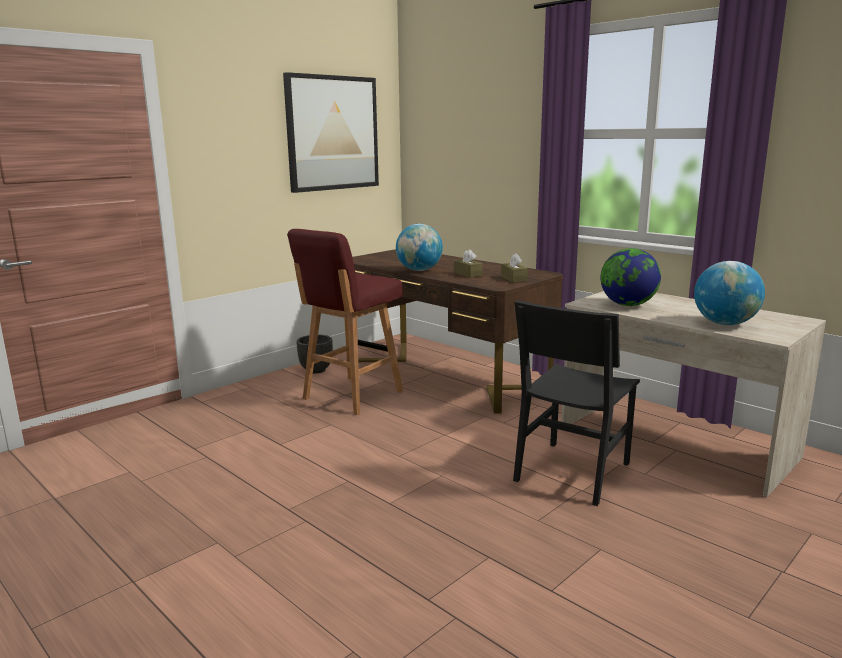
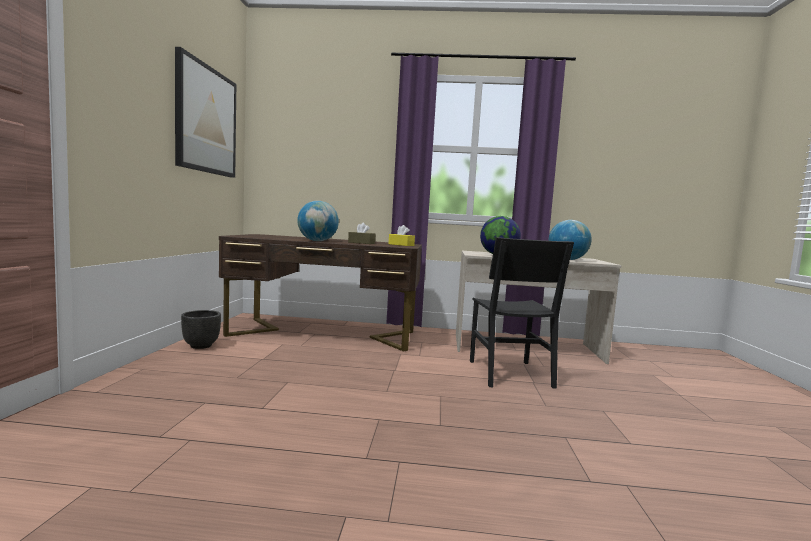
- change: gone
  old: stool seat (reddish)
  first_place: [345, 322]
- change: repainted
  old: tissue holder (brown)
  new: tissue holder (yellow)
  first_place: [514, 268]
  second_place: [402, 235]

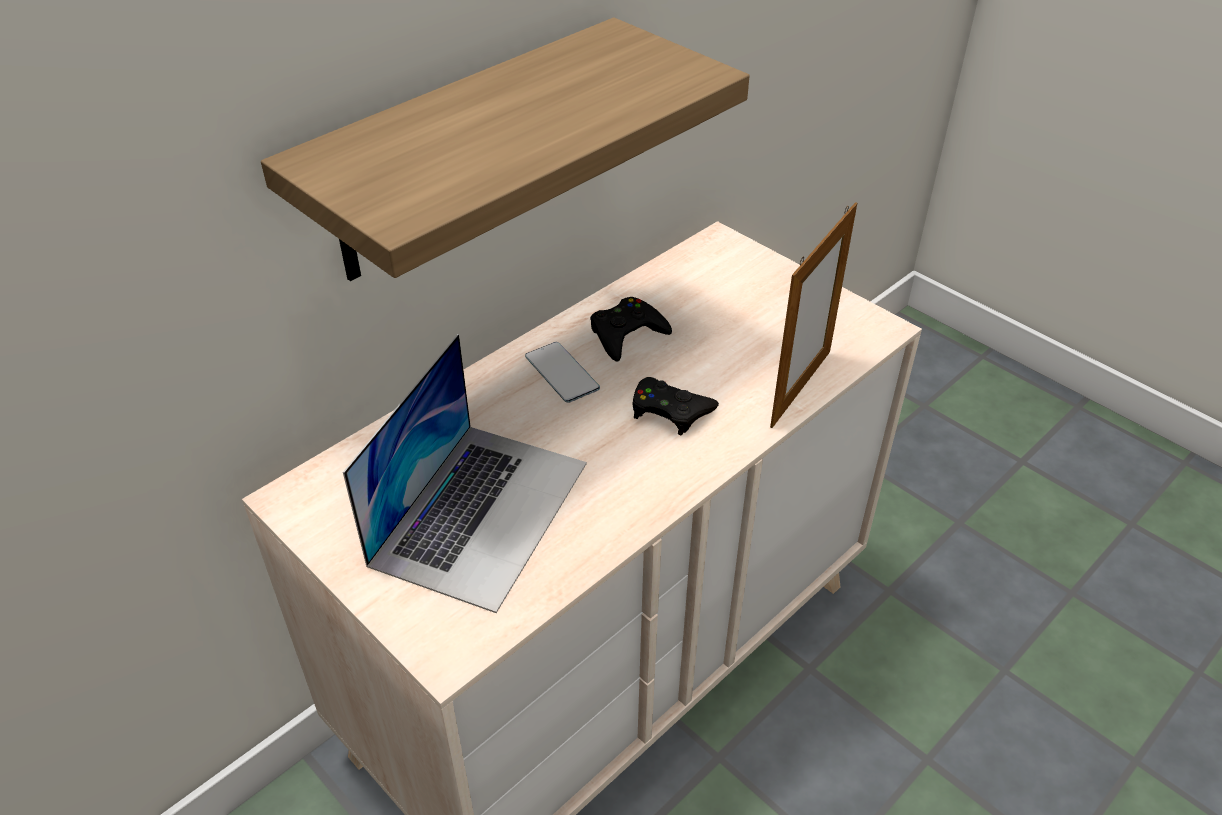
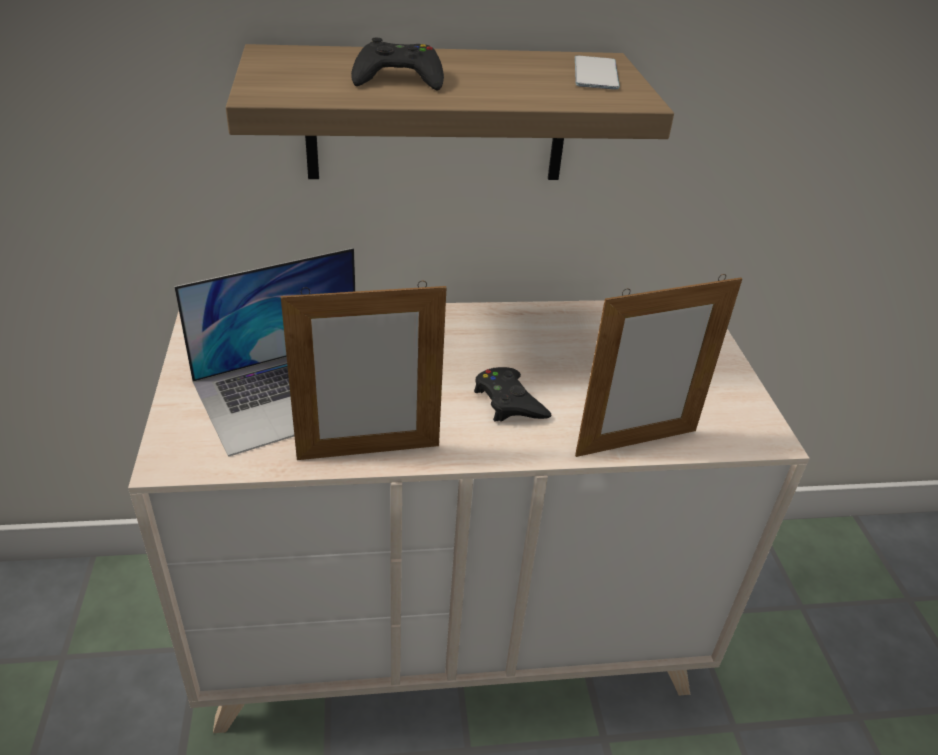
- change: new
  new: standing frame
  second_place: [364, 370]
- change: shifted
  old: telephone
  first_place: [562, 372]
  second_place: [597, 72]
- change: shifted
  old: gamepad (black-coloured)
  first_place: [631, 329]
  second_place: [397, 64]

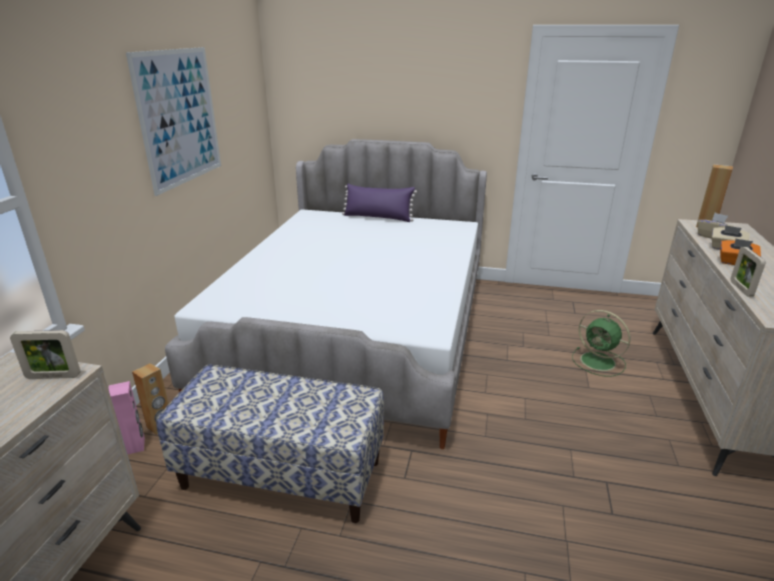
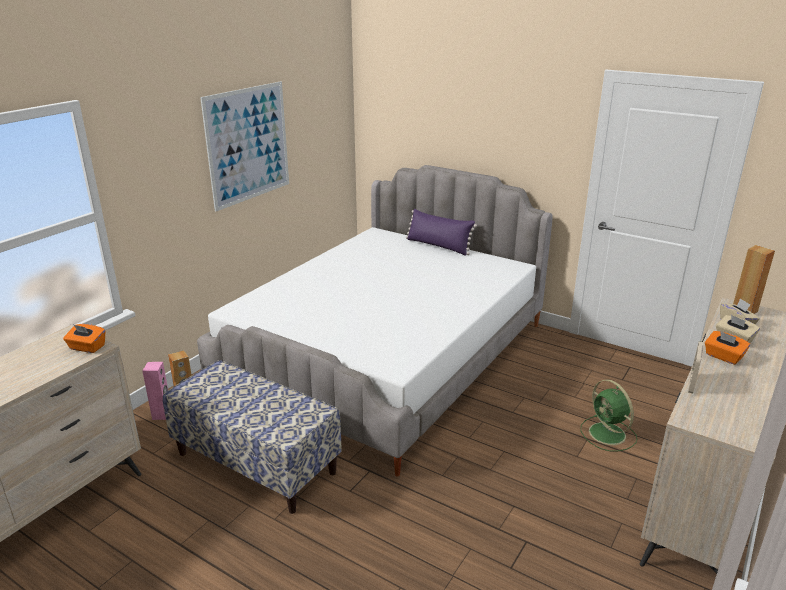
- change: swapped
  old: standing frame
  new: tissue holder (orangey)
  first_place: [45, 354]
  second_place: [84, 338]

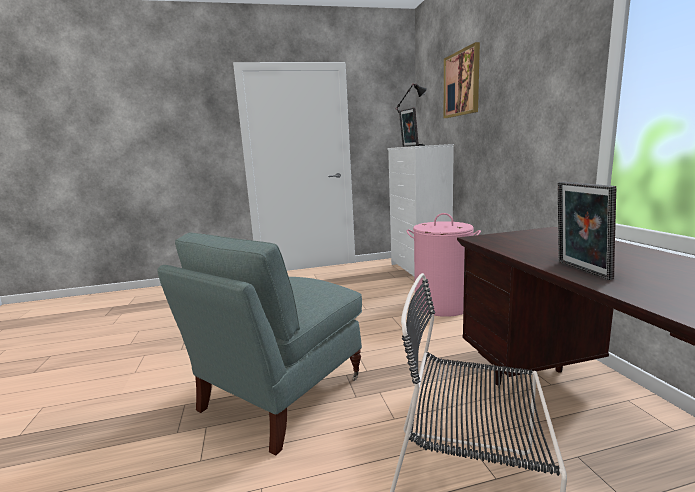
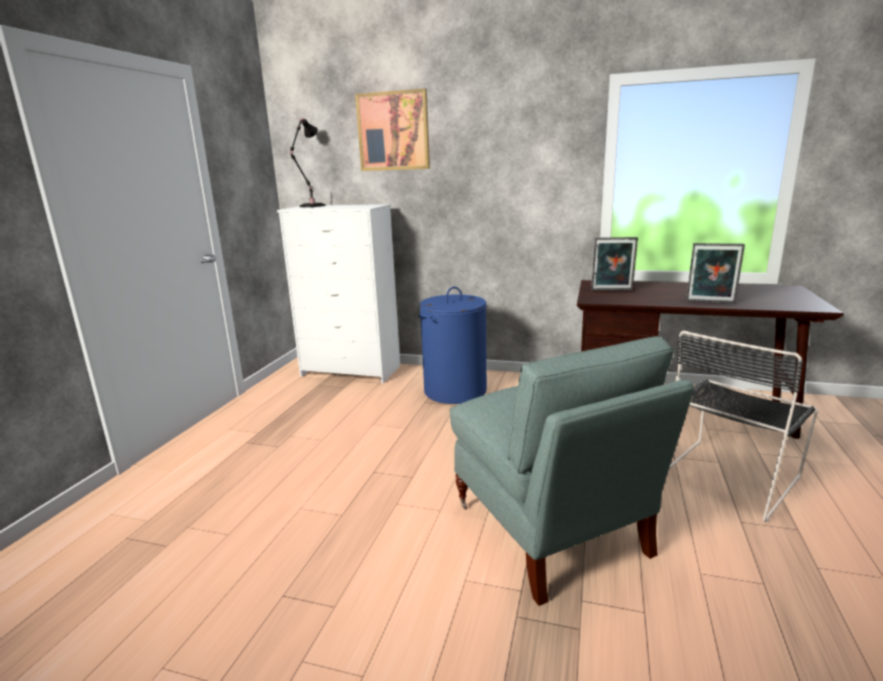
- change: shifted
  old: standing frame
  first_place: [409, 127]
  second_place: [614, 264]
- change: repainted
  old: laundry basket (pink-coloured)
  new: laundry basket (blue)
  first_place: [444, 265]
  second_place: [453, 345]

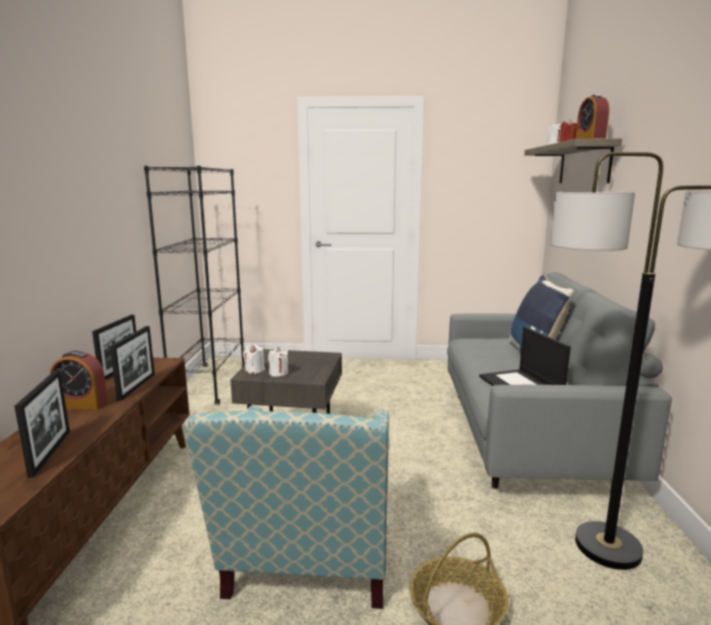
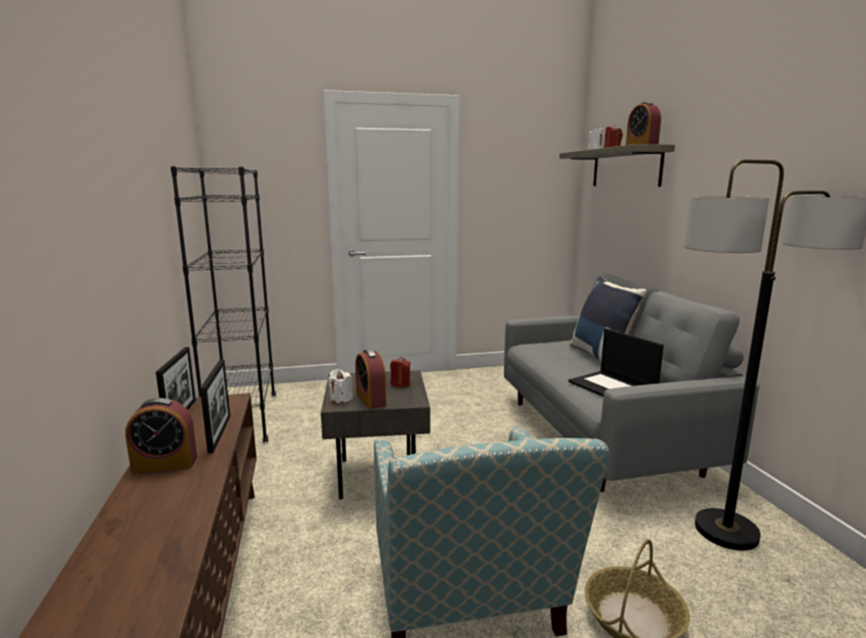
- change: gone
  old: standing frame
  first_place: [42, 424]
- change: new
  new: wax candle (reddish)
  second_place: [400, 372]
- change: swapped
  old: wax candle (whitish)
  new: table clock
  first_place: [278, 362]
  second_place: [370, 379]

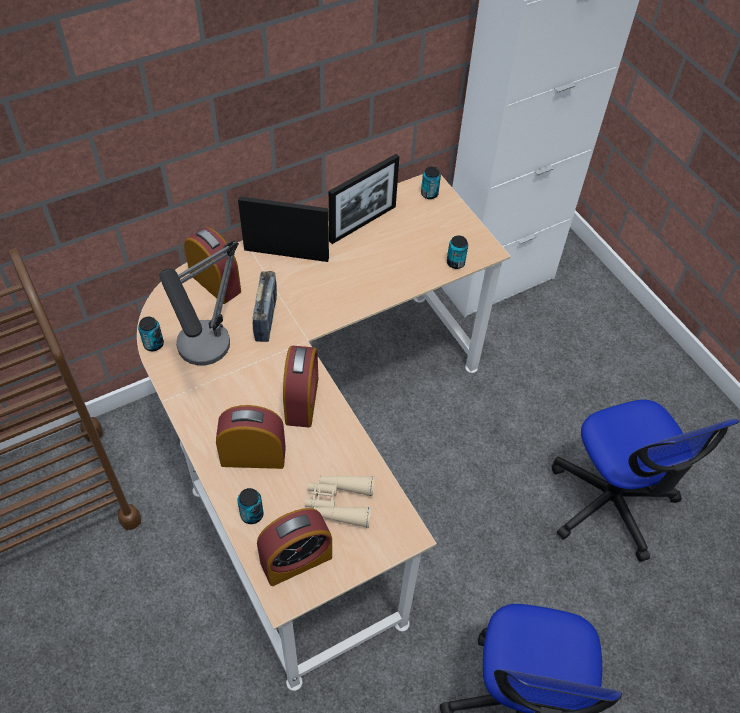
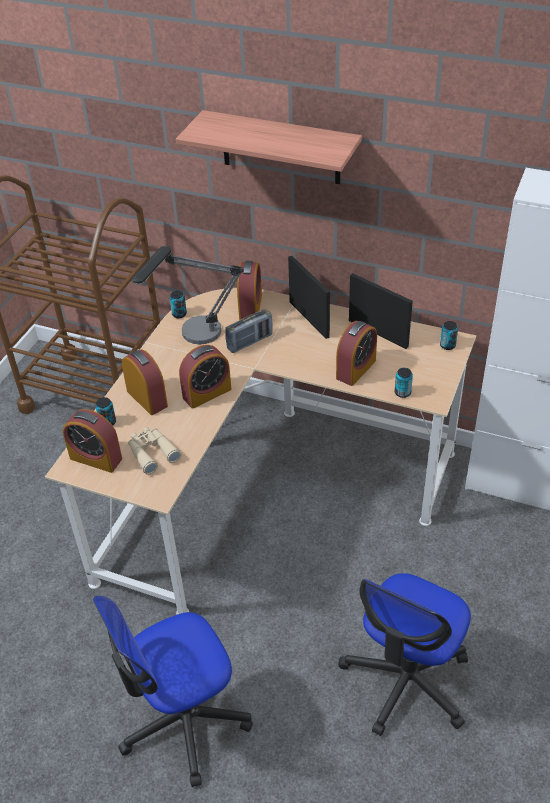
- change: new
  new: shelf
  second_place: [269, 147]
- change: new
  new: table clock
  second_place: [356, 353]
- change: rotated
  old: standing frame
  first_place: [364, 199]
  second_place: [381, 311]
  degrees: -150

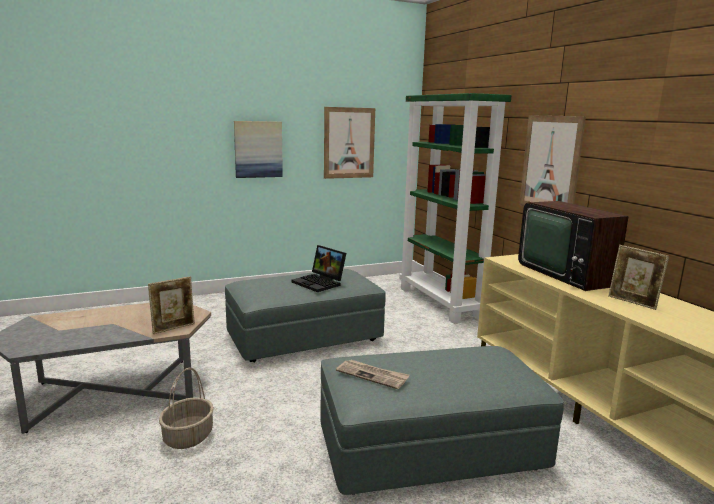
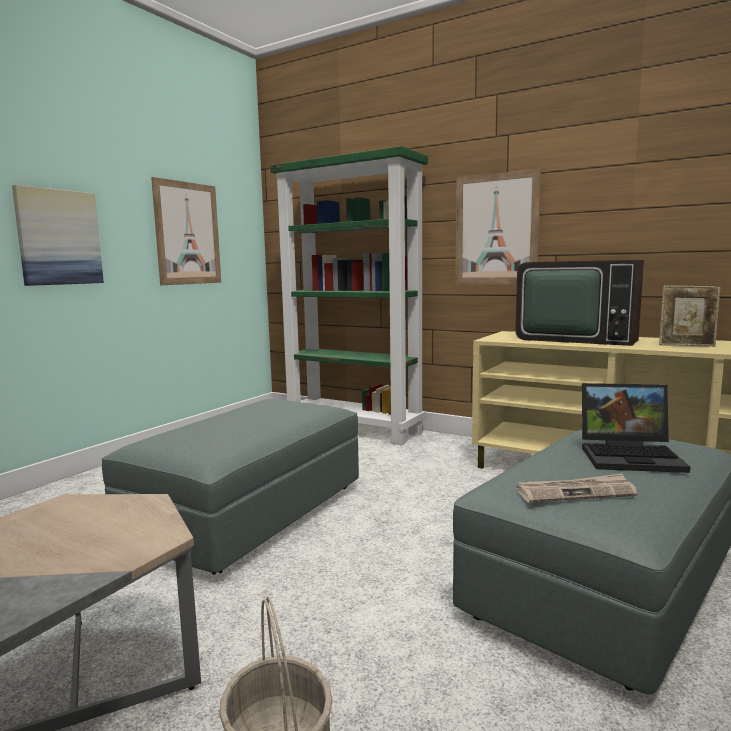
- change: gone
  old: standing frame
  first_place: [171, 305]
- change: shifted
  old: portable computer
  first_place: [318, 268]
  second_place: [636, 428]

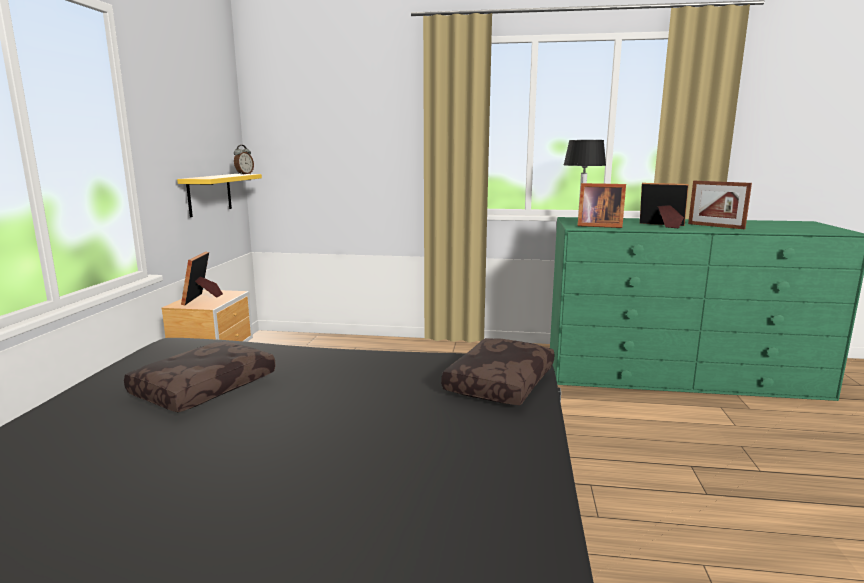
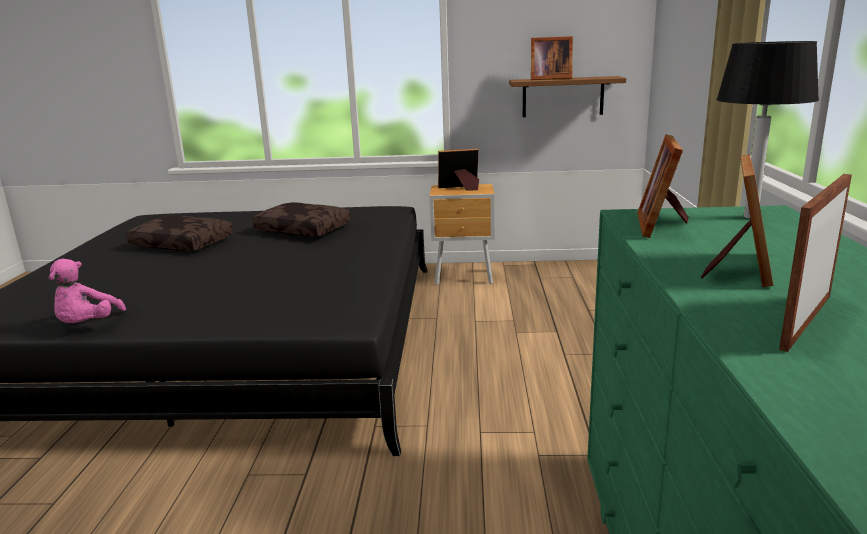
- change: gone
  old: table clock
  first_place: [244, 160]
- change: new
  new: plush toy (pink-coloured)
  second_place: [87, 291]
- change: new
  new: standing frame
  second_place: [552, 58]
- change: shifted
  old: cushion (brown)
  first_place: [497, 371]
  second_place: [179, 233]
- change: repainted
  old: shelf (yellow)
  new: shelf (brown)
  first_place: [219, 195]
  second_place: [567, 96]

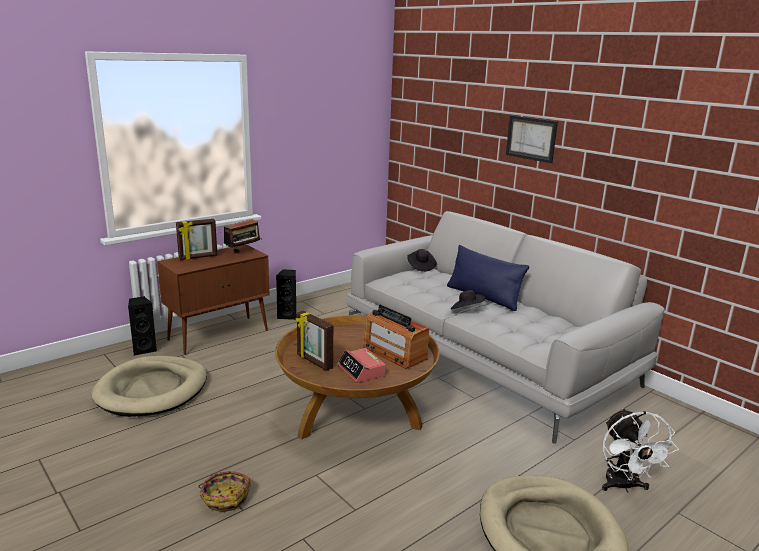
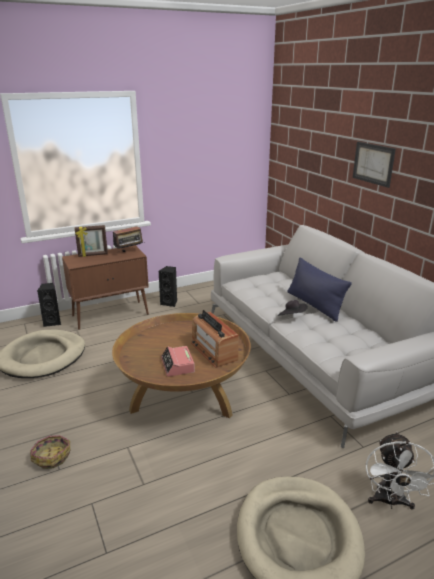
- change: gone
  old: standing frame
  first_place: [314, 340]
- change: gone
  old: wearable hat (black-coloured)
  first_place: [422, 260]

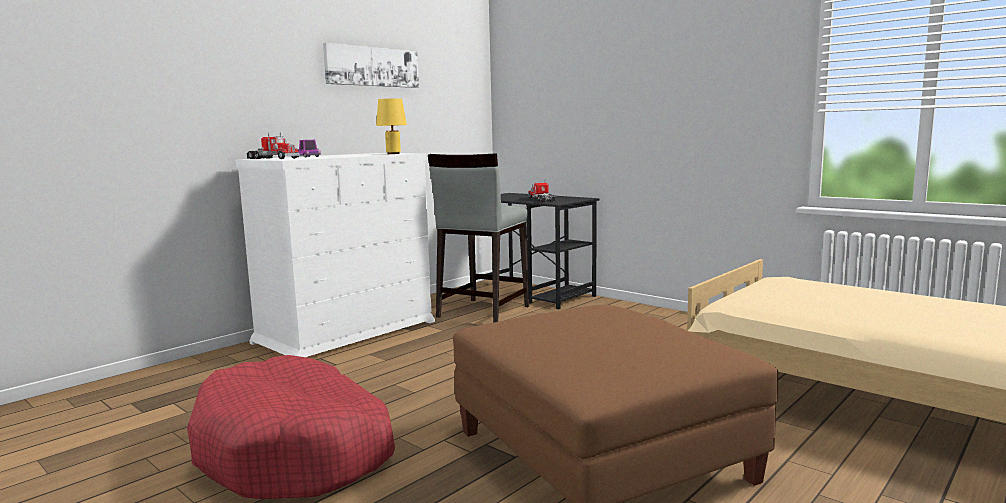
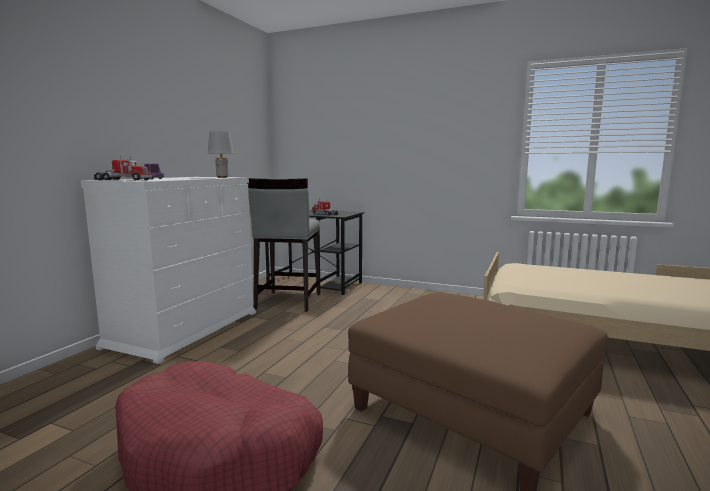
- change: gone
  old: wall picture
  first_place: [371, 65]
- change: repainted
  old: lamp for a table (yellow)
  new: lamp for a table (gray)
  first_place: [391, 126]
  second_place: [221, 154]

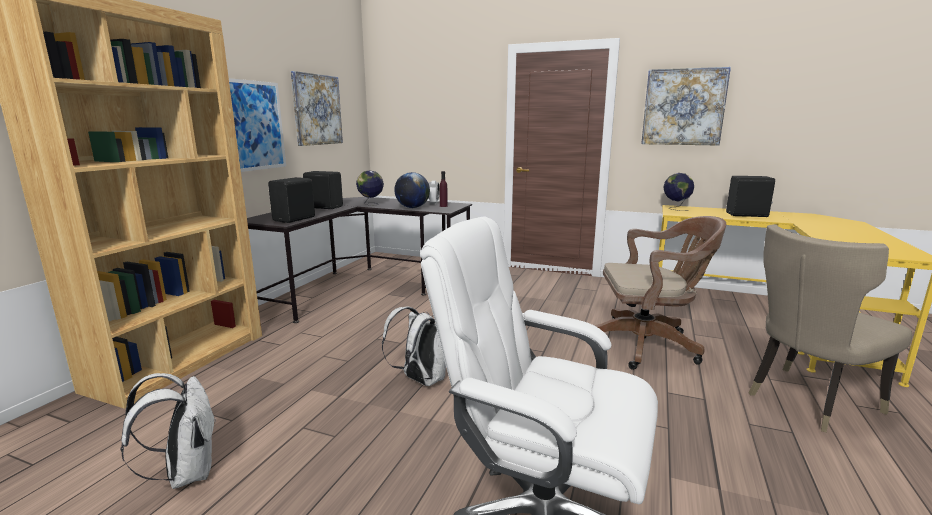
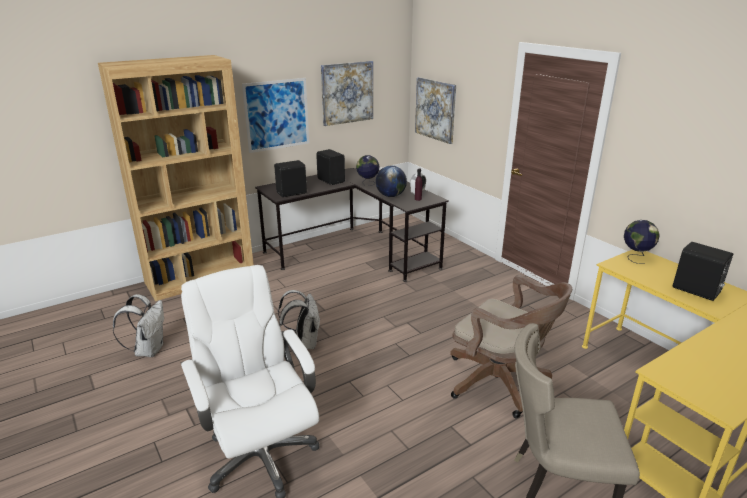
- change: shifted
  old: wall picture
  first_place: [686, 106]
  second_place: [435, 110]

